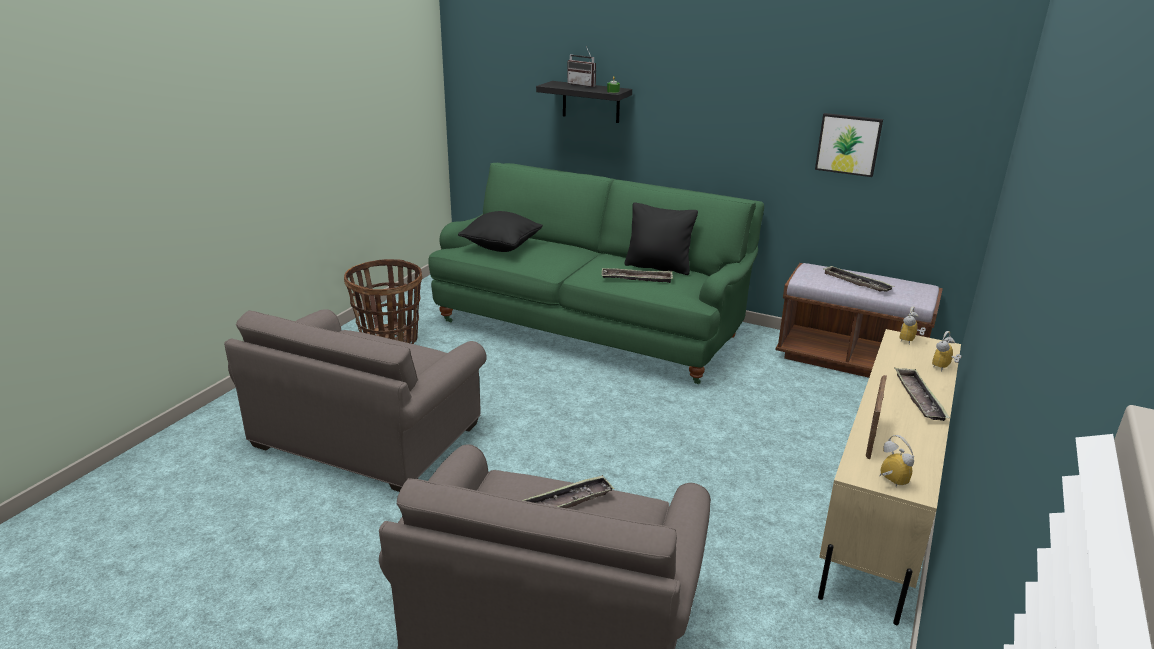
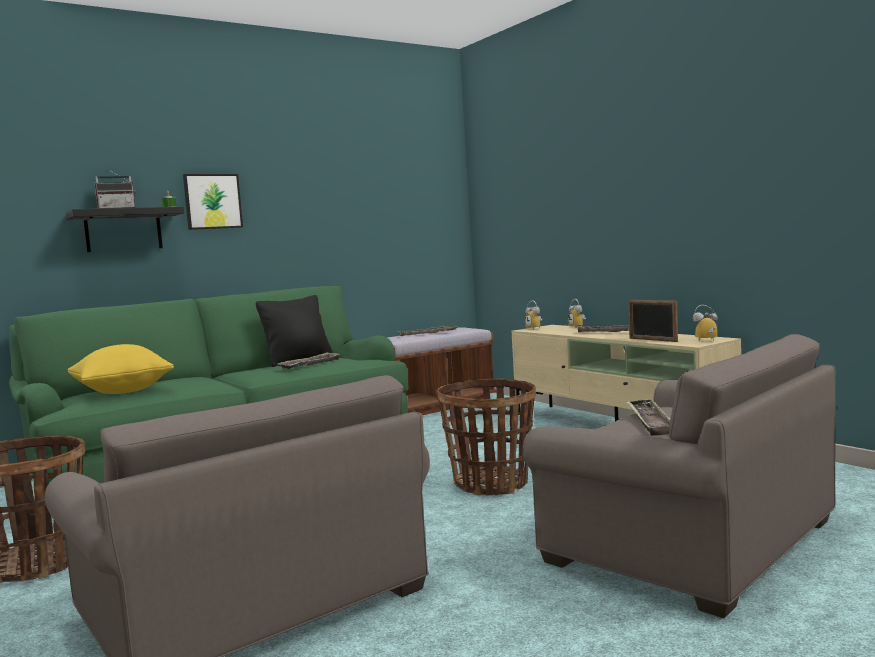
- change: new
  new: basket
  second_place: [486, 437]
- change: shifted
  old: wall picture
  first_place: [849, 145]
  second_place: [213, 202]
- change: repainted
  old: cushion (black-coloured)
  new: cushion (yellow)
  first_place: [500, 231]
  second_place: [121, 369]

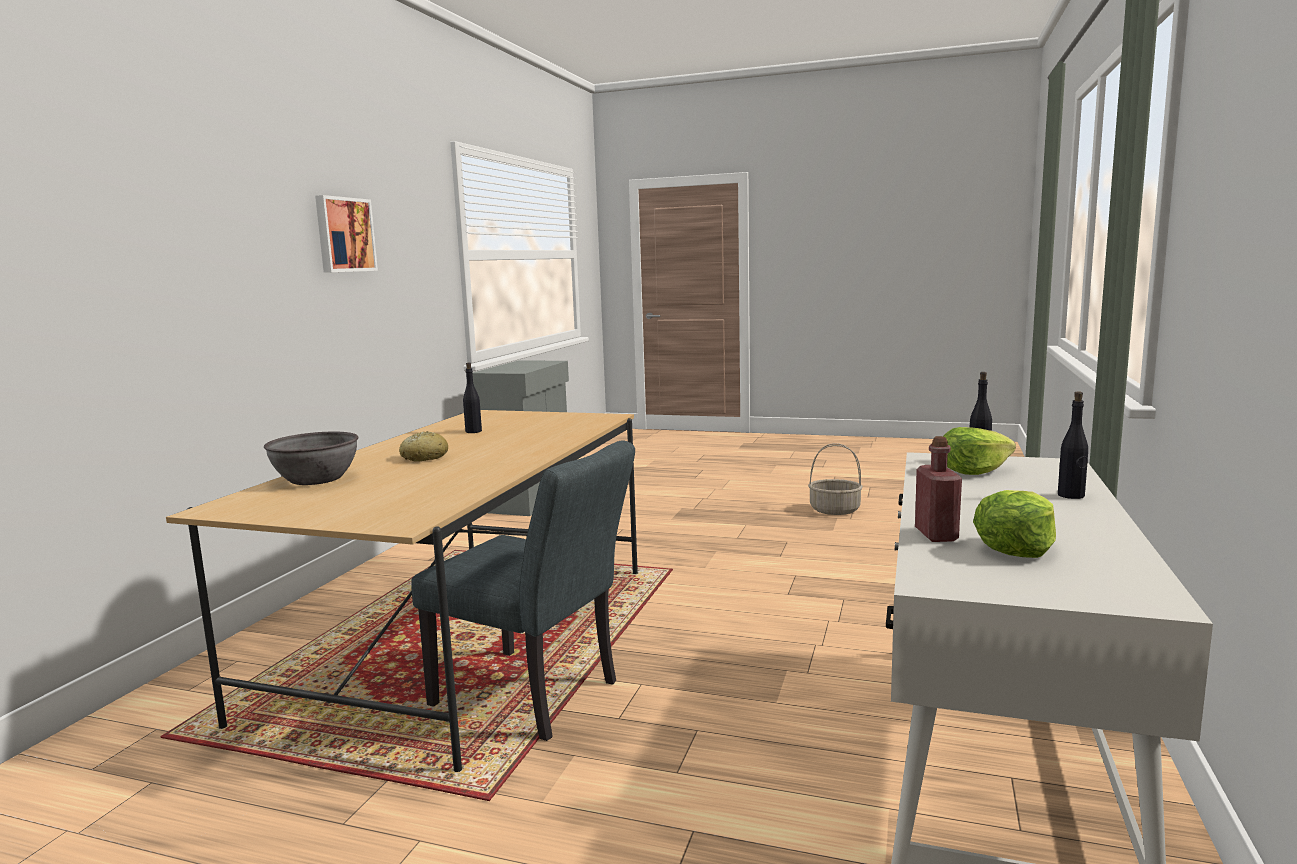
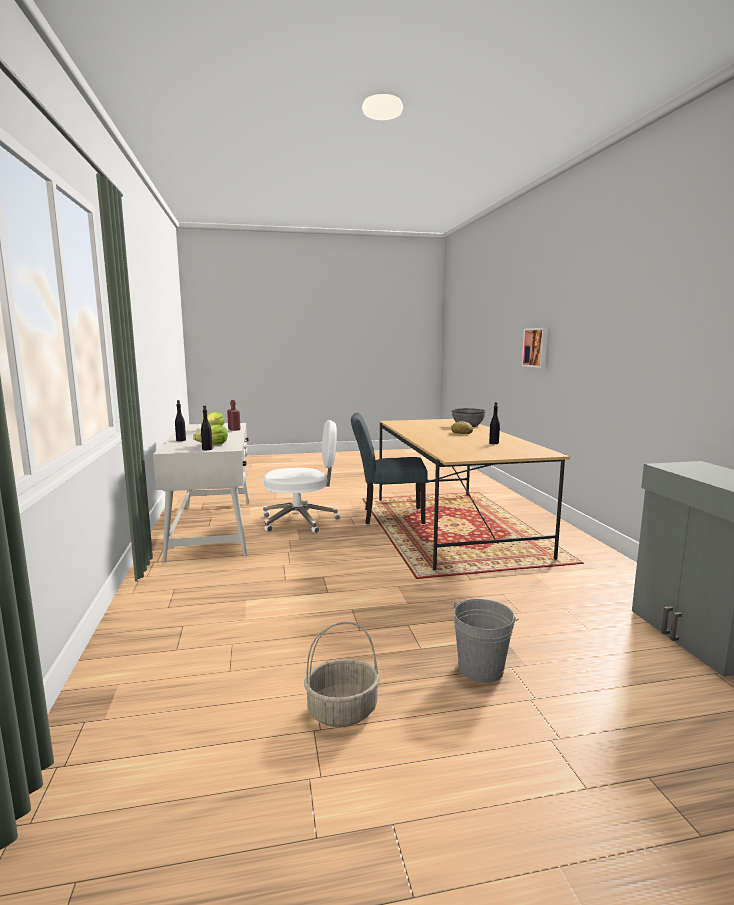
- change: new
  new: computer chair (whitish)
  second_place: [301, 476]
- change: new
  new: bucket (gray)
  second_place: [486, 641]
- change: shifted
  old: wall picture
  first_place: [346, 234]
  second_place: [535, 348]

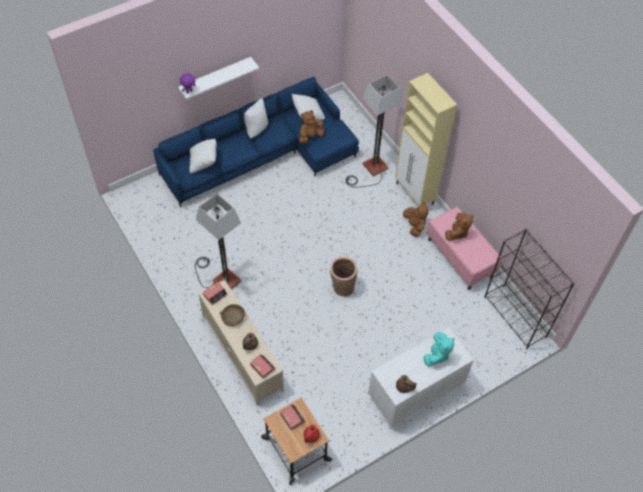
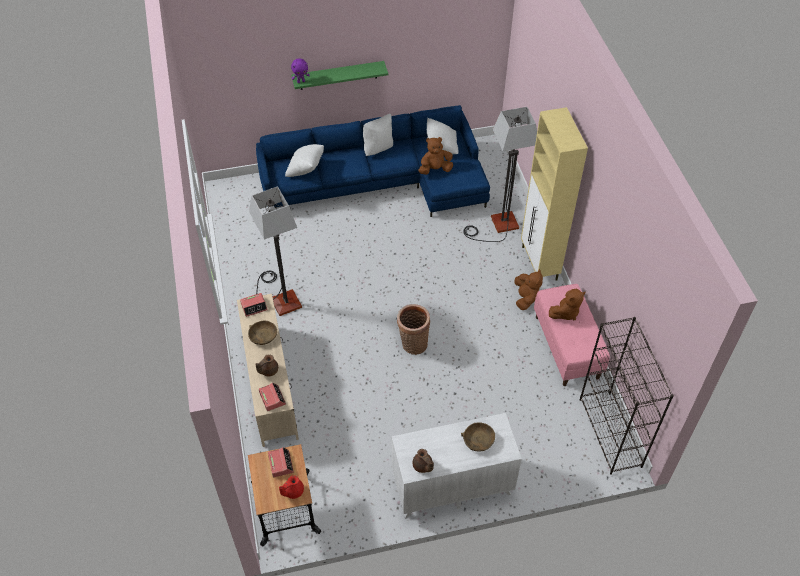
- change: swapped
  old: plush toy (turquoise-coloured)
  new: serving bowl (brown)
  first_place: [439, 349]
  second_place: [478, 437]
- change: repainted
  old: shelf (whitish)
  new: shelf (green)
  first_place: [218, 78]
  second_place: [340, 75]

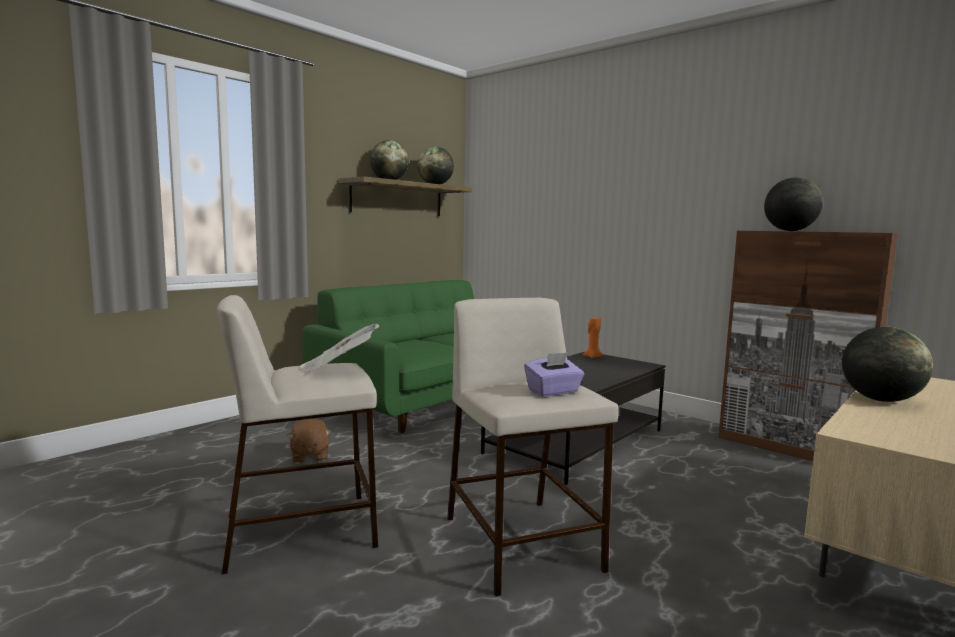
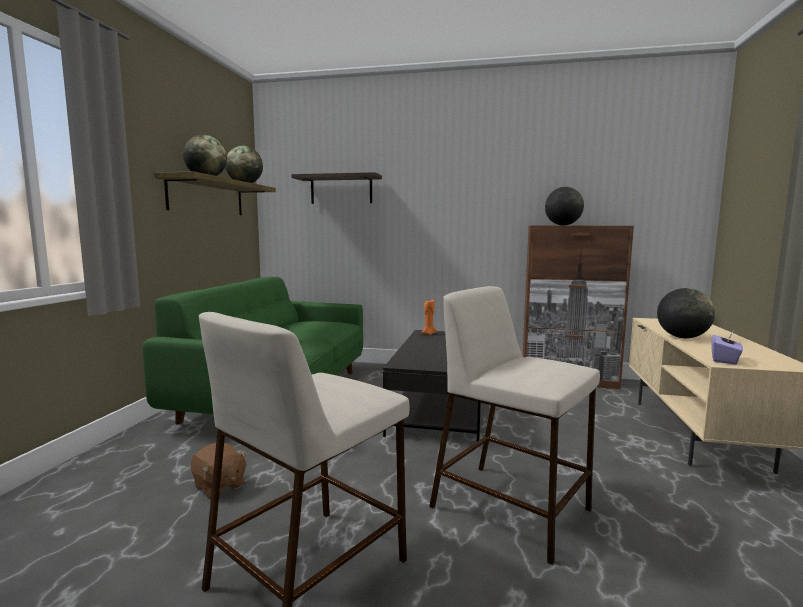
- change: gone
  old: printed paper
  first_place: [339, 348]
- change: new
  new: shelf
  second_place: [336, 188]
- change: shifted
  old: tissue holder (purplish)
  first_place: [554, 374]
  second_place: [727, 348]

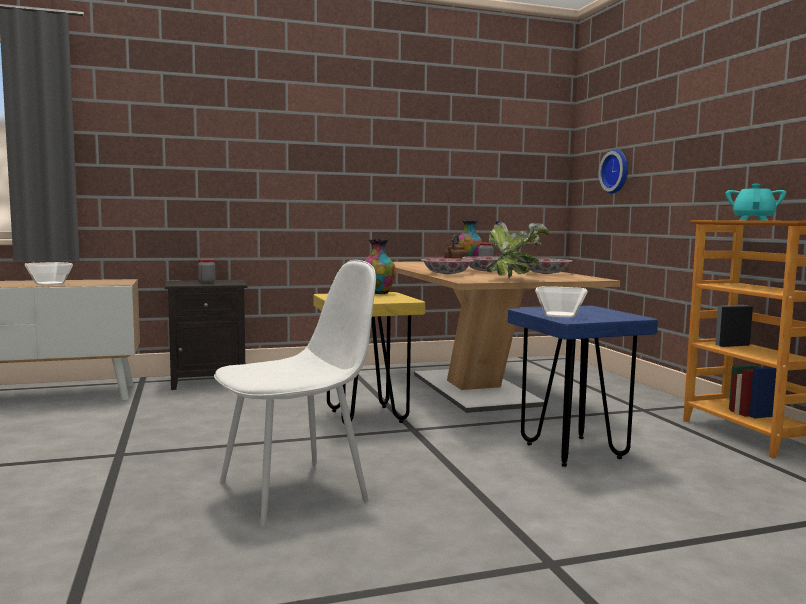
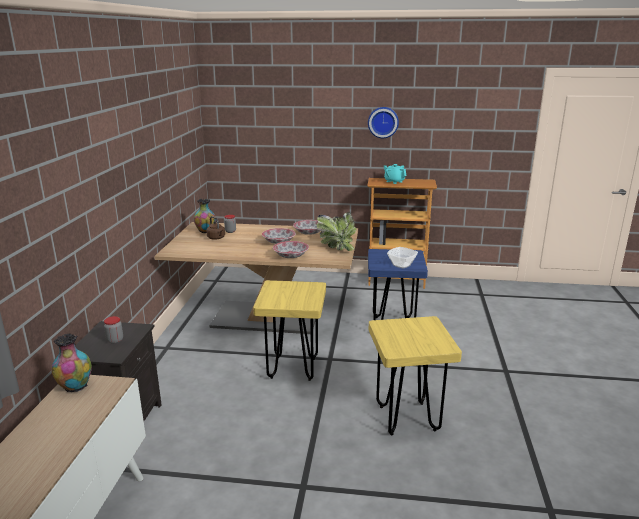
- change: gone
  old: serving bowl
  first_place: [49, 273]
- change: shifted
  old: decorative vase
  first_place: [380, 266]
  second_place: [71, 363]
- change: shifted
  old: wall clock
  first_place: [613, 171]
  second_place: [383, 122]
- change: swapped
  old: chair (whitish)
  new: stool seat (yellow)
  first_place: [295, 393]
  second_place: [415, 376]

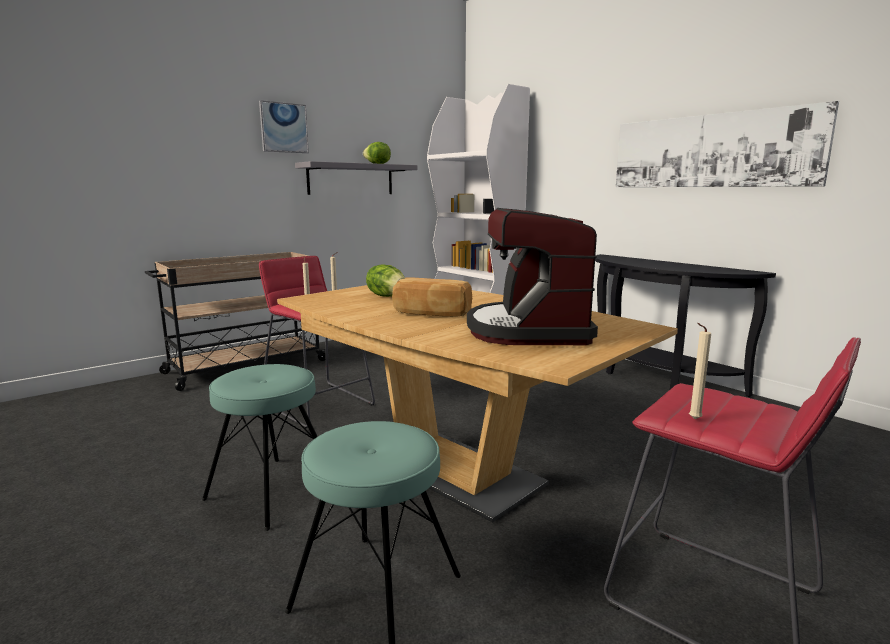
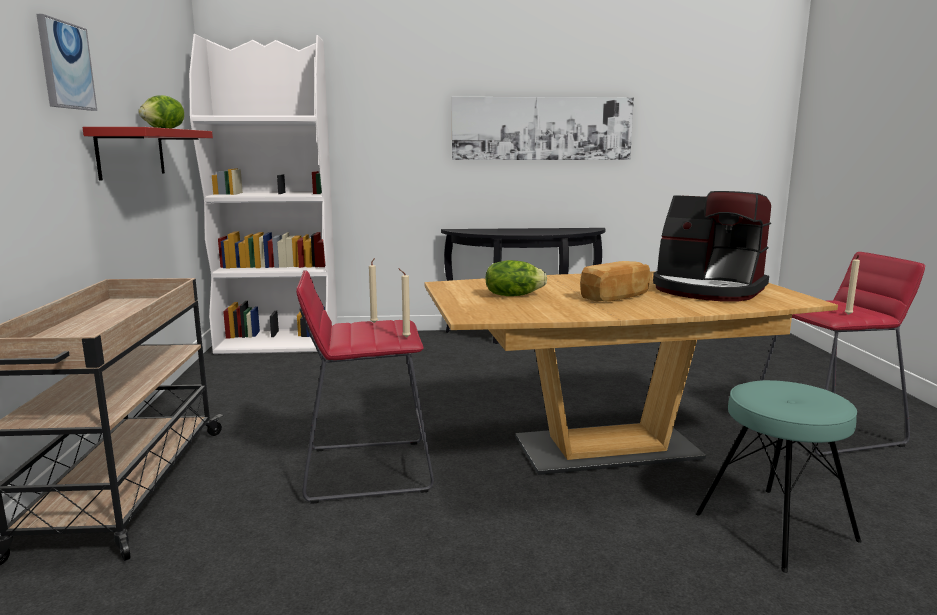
- change: gone
  old: stool seat (turquoise-coloured)
  first_place: [260, 447]
- change: repainted
  old: shelf (gray)
  new: shelf (reddish)
  first_place: [356, 178]
  second_place: [147, 154]

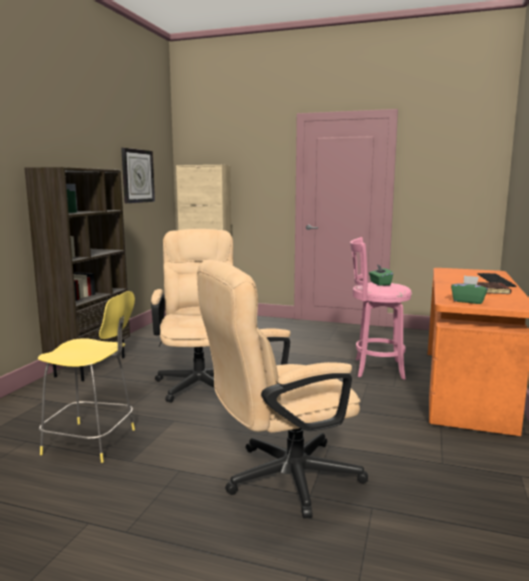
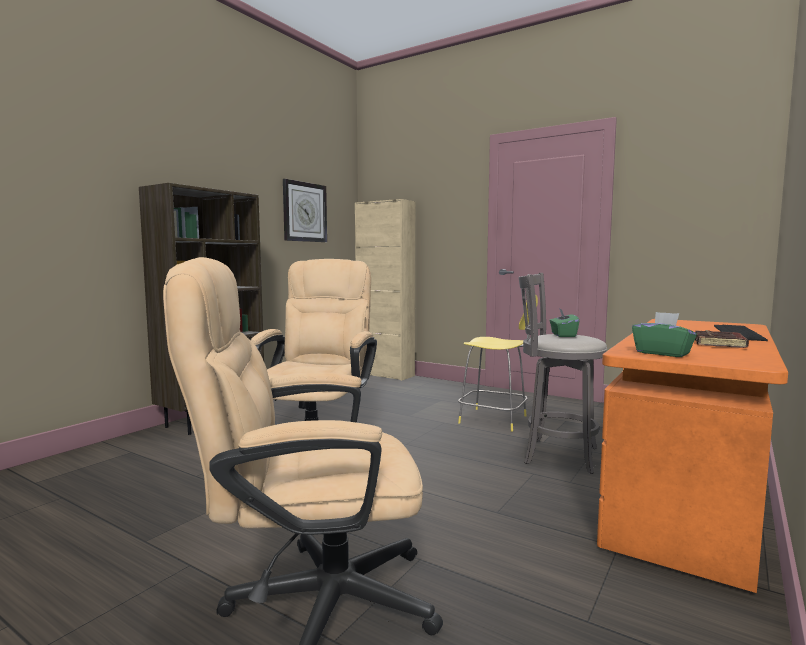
- change: shifted
  old: stool seat (yellow)
  first_place: [86, 377]
  second_place: [498, 363]
- change: repainted
  old: stool seat (pink-coloured)
  new: stool seat (gray)
  first_place: [381, 308]
  second_place: [563, 373]

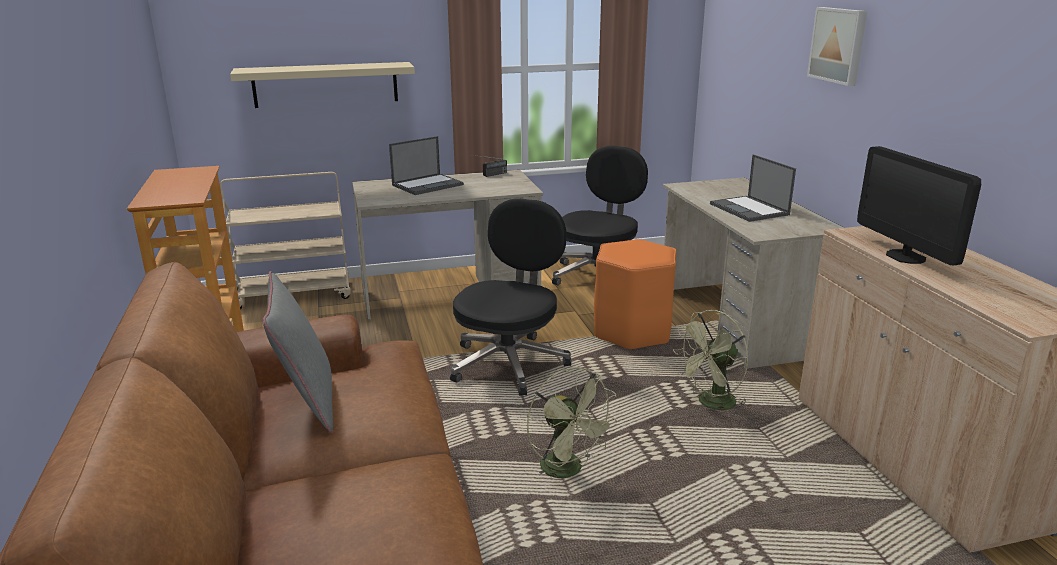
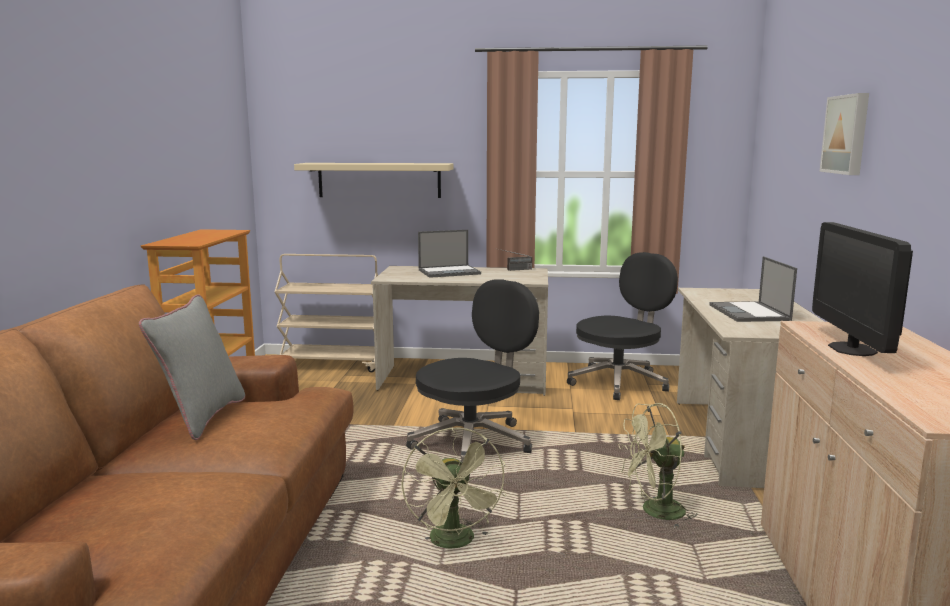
- change: gone
  old: stool seat (orangey)
  first_place: [635, 294]

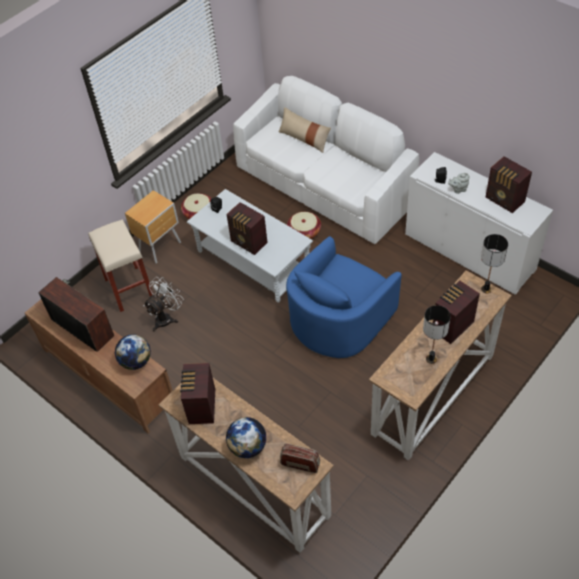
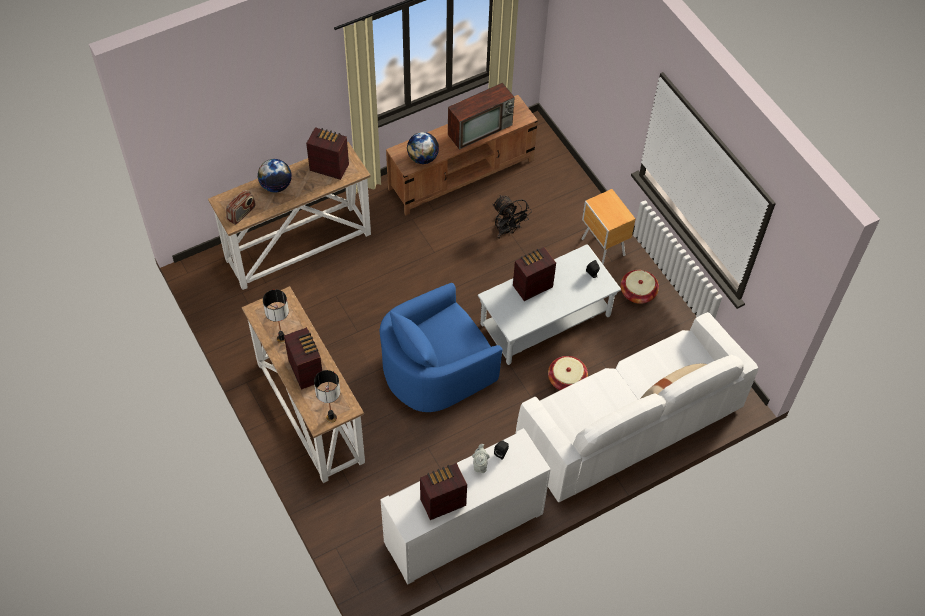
- change: gone
  old: stool seat (beige)
  first_place: [120, 266]
- change: repainted
  old: fan (whitish)
  new: fan (black-coloured)
  first_place: [163, 304]
  second_place: [512, 217]
- change: rotated
  old: easy chair (blue)
  first_place: [344, 297]
  second_place: [441, 347]
  degrees: -90

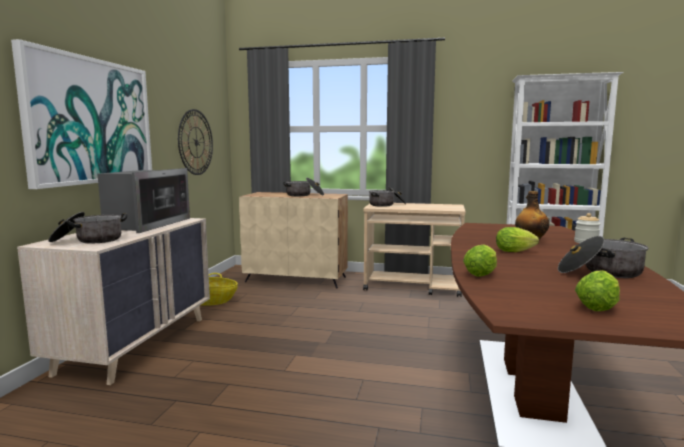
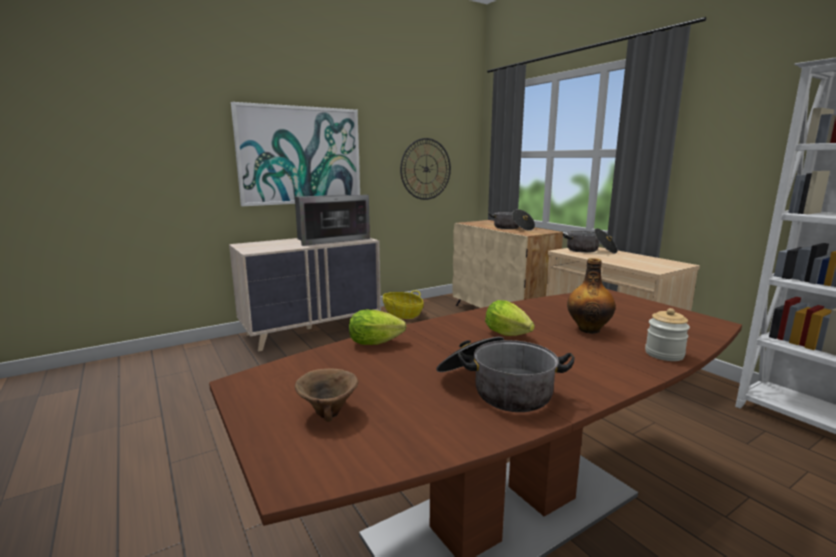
- change: gone
  old: stockpot
  first_place: [87, 227]
- change: swapped
  old: lettuce head
  new: serving bowl (brown)
  first_place: [597, 290]
  second_place: [326, 395]

